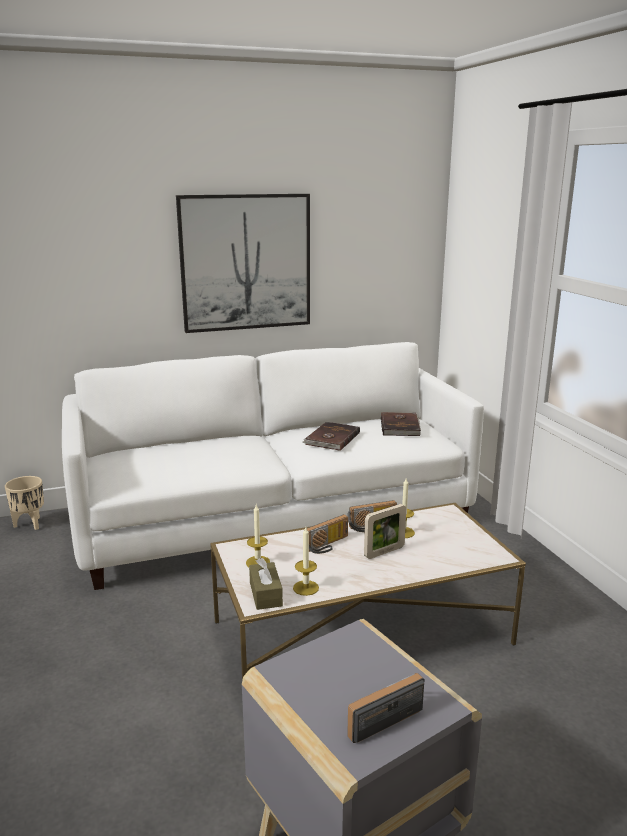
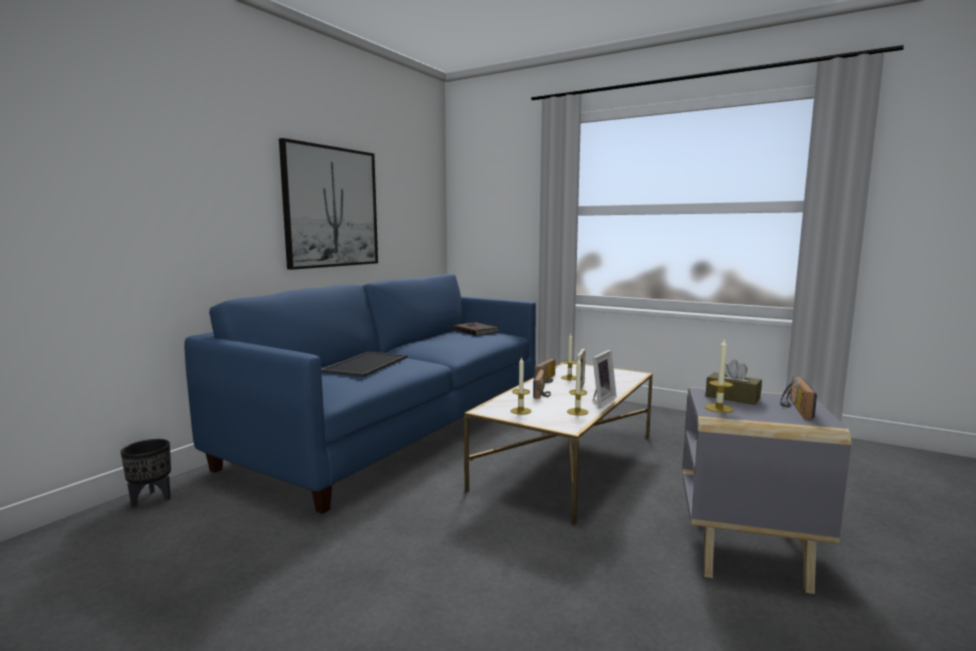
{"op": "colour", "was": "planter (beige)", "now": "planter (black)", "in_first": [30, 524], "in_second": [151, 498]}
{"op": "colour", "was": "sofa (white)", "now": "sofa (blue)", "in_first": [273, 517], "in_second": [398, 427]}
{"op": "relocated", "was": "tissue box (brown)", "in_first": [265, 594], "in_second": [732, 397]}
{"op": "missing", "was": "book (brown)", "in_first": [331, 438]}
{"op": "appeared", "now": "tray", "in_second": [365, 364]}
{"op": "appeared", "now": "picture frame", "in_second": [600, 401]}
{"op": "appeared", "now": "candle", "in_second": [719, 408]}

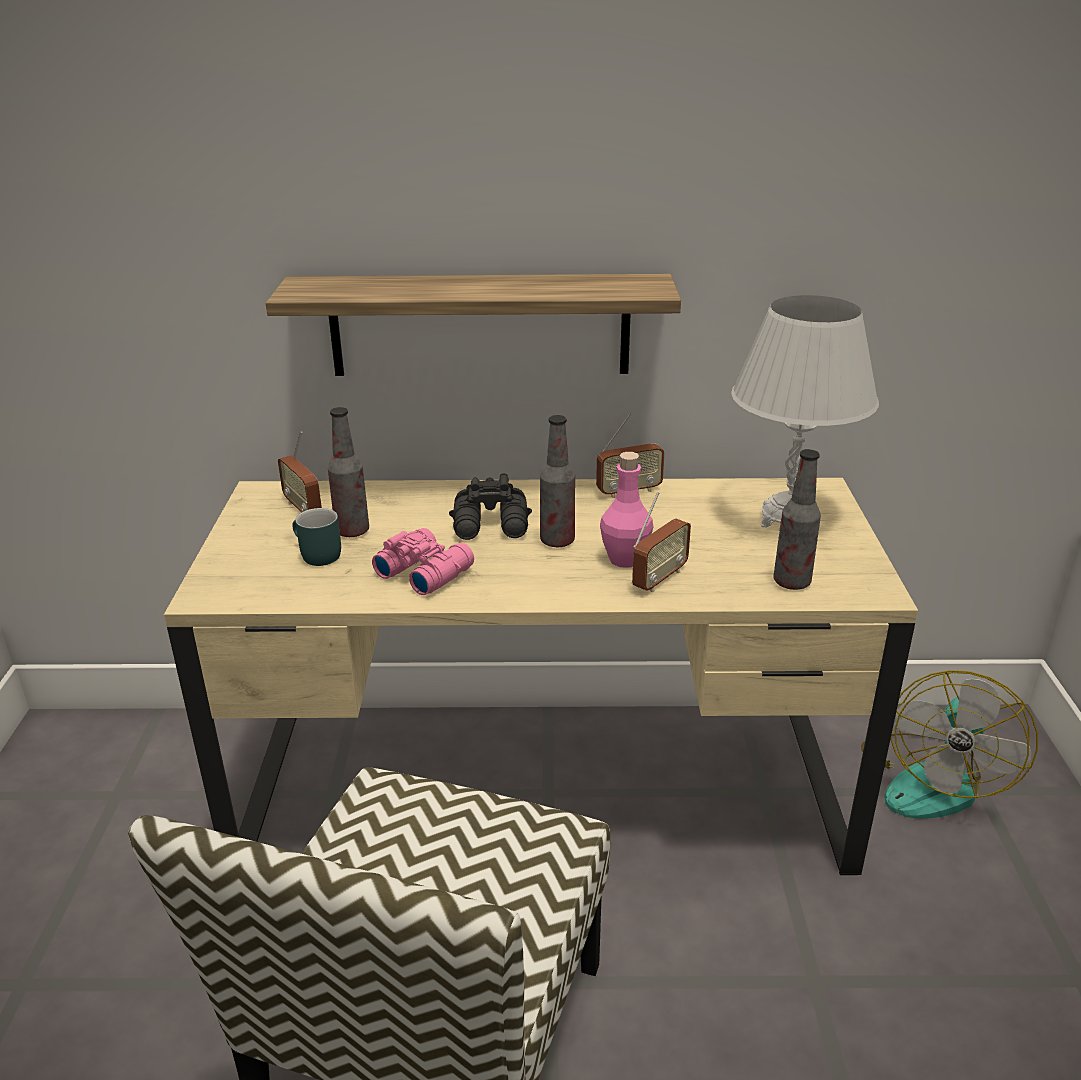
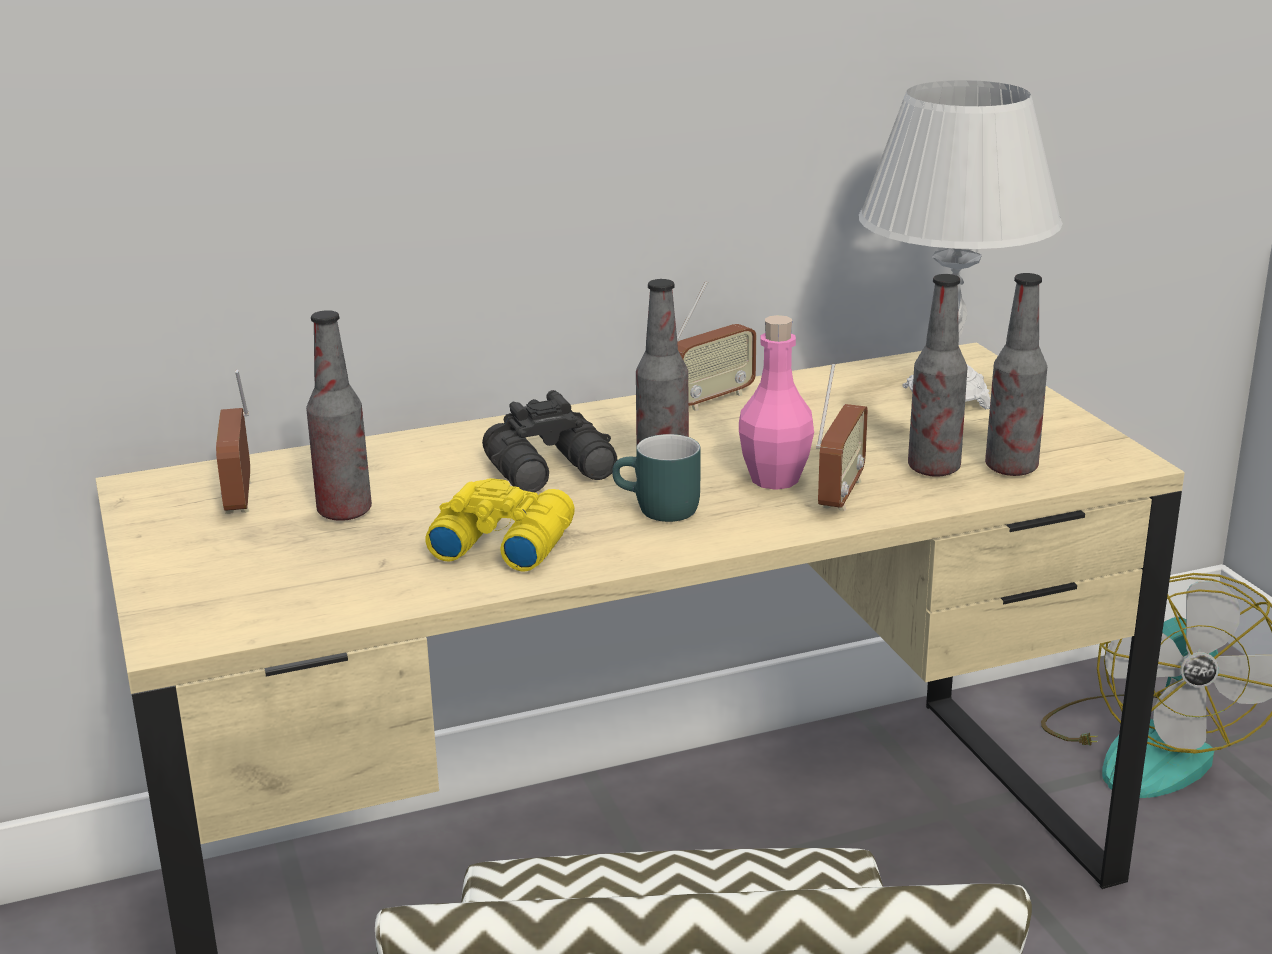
{"op": "missing", "was": "shelf", "in_first": [480, 325]}
{"op": "spun", "was": "radio", "in_first": [303, 509], "in_second": [240, 497], "clockwise": 45}
{"op": "relocated", "was": "mug (turquoise)", "in_first": [315, 556], "in_second": [657, 511]}
{"op": "colour", "was": "binoculars (pink)", "now": "binoculars (yellow)", "in_first": [424, 571], "in_second": [501, 542]}
{"op": "appeared", "now": "bottle", "in_second": [933, 469]}

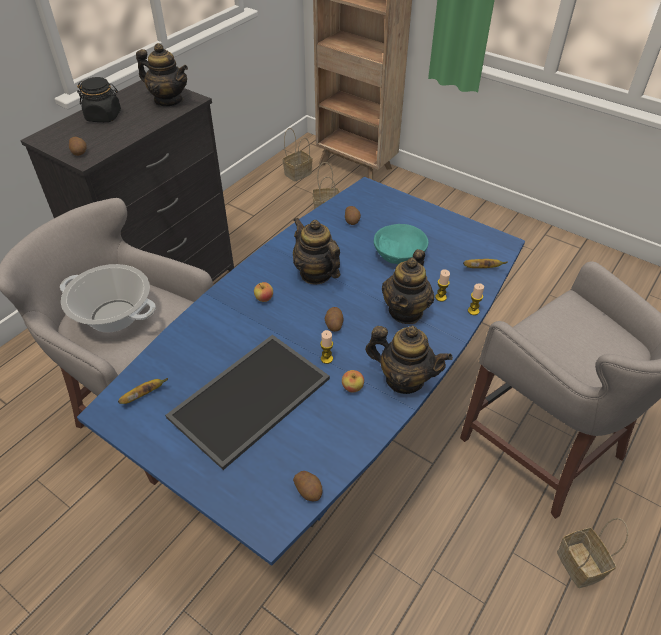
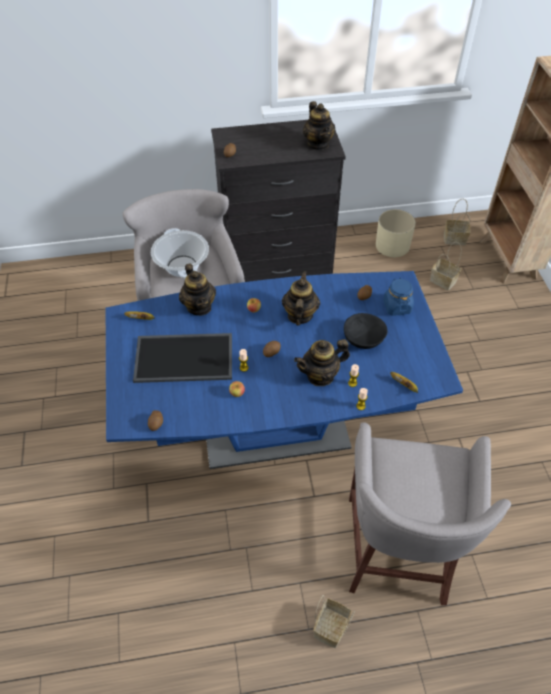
{"op": "missing", "was": "jar (black)", "in_first": [104, 116]}
{"op": "relocated", "was": "teapot", "in_first": [404, 379], "in_second": [199, 306]}
{"op": "colour", "was": "bowl (turquoise)", "now": "bowl (black)", "in_first": [400, 256], "in_second": [363, 340]}
{"op": "appeared", "now": "planter (beige)", "in_second": [392, 245]}
{"op": "appeared", "now": "jar (blue)", "in_second": [397, 306]}

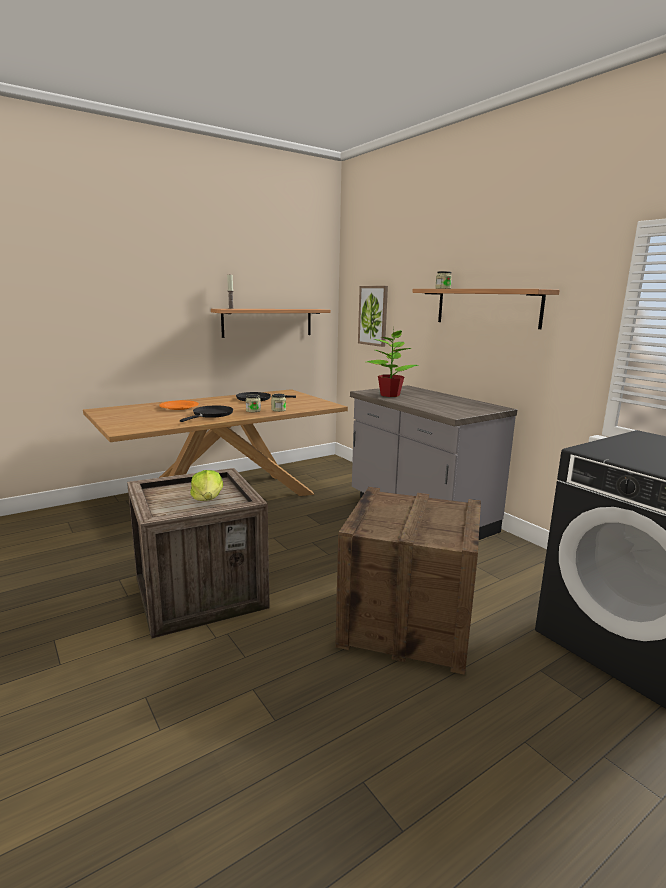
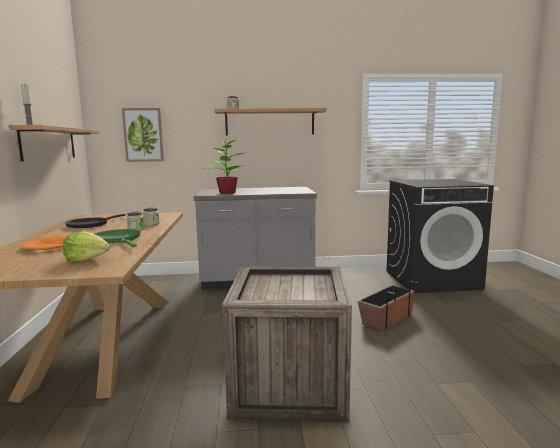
{"op": "colour", "was": "frying pan (black)", "now": "frying pan (green)", "in_first": [211, 415], "in_second": [118, 240]}
{"op": "relocated", "was": "lettuce", "in_first": [207, 499], "in_second": [87, 259]}
{"op": "exchanged", "was": "crate", "now": "planter", "in_first": [407, 623], "in_second": [386, 319]}

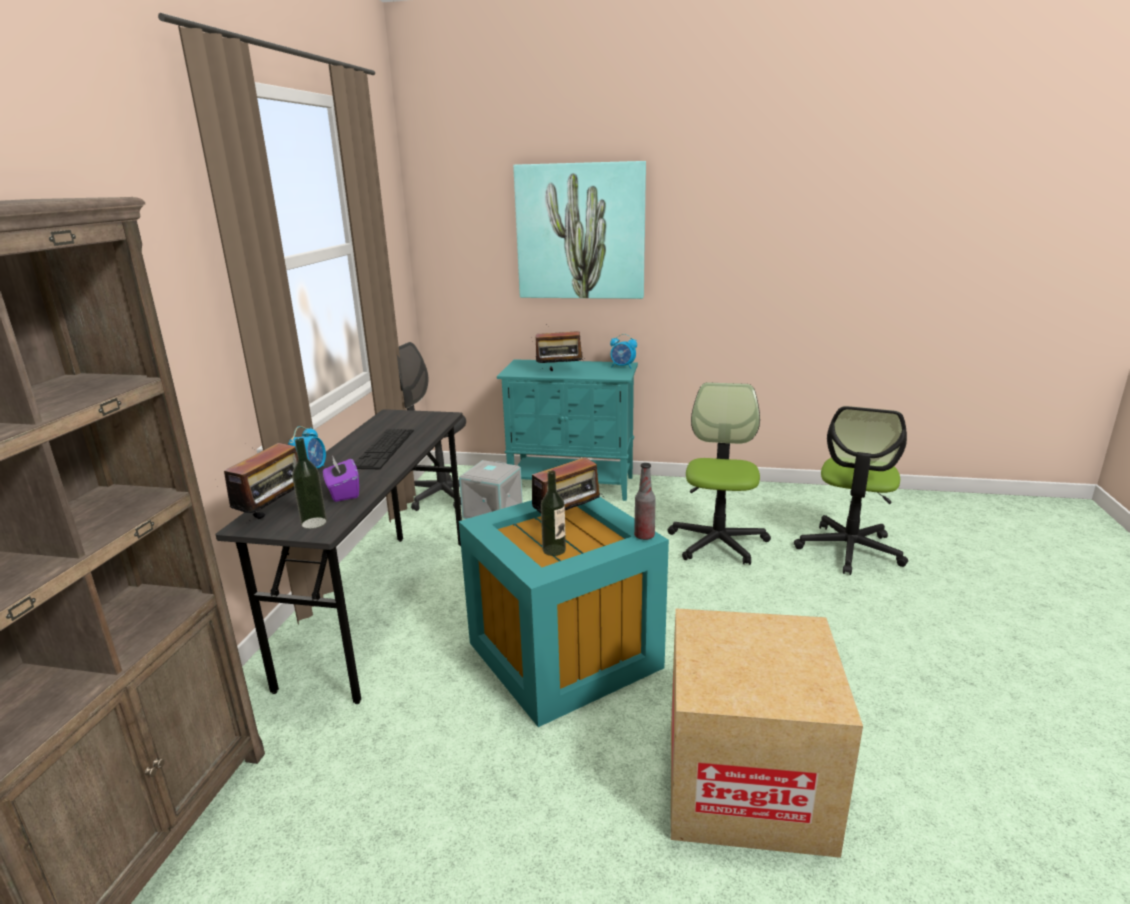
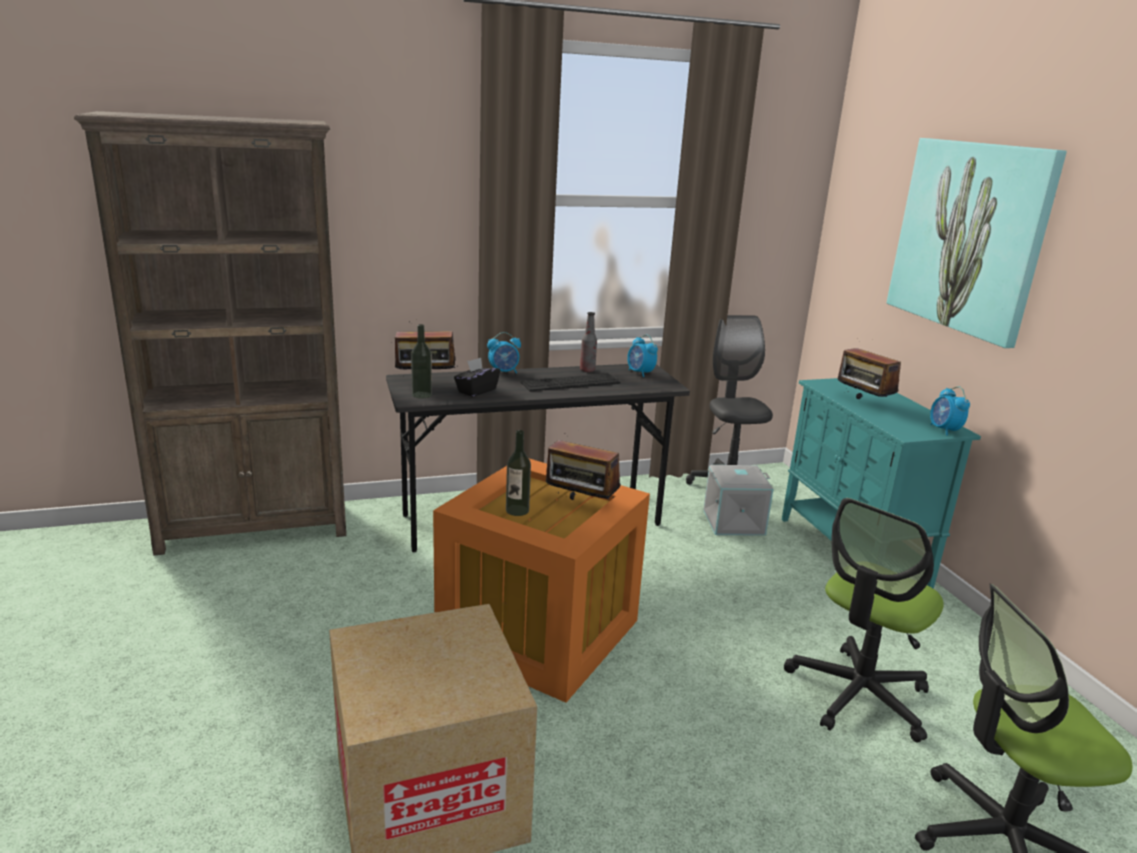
{"op": "colour", "was": "tissue box (purple)", "now": "tissue box (black)", "in_first": [343, 493], "in_second": [476, 391]}
{"op": "colour", "was": "storage box (turquoise)", "now": "storage box (orange)", "in_first": [564, 653], "in_second": [542, 632]}
{"op": "relocated", "was": "bottle", "in_first": [644, 536], "in_second": [587, 370]}
{"op": "spun", "was": "office chair", "in_first": [717, 542], "in_second": [858, 694], "clockwise": 150}
{"op": "appeared", "now": "alarm clock", "in_second": [640, 373]}

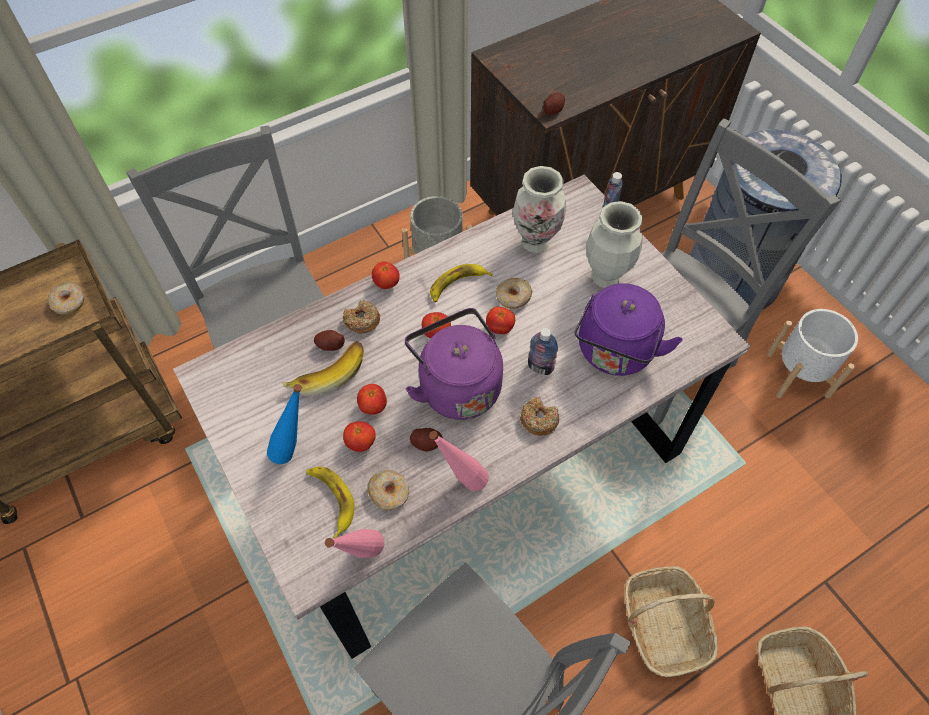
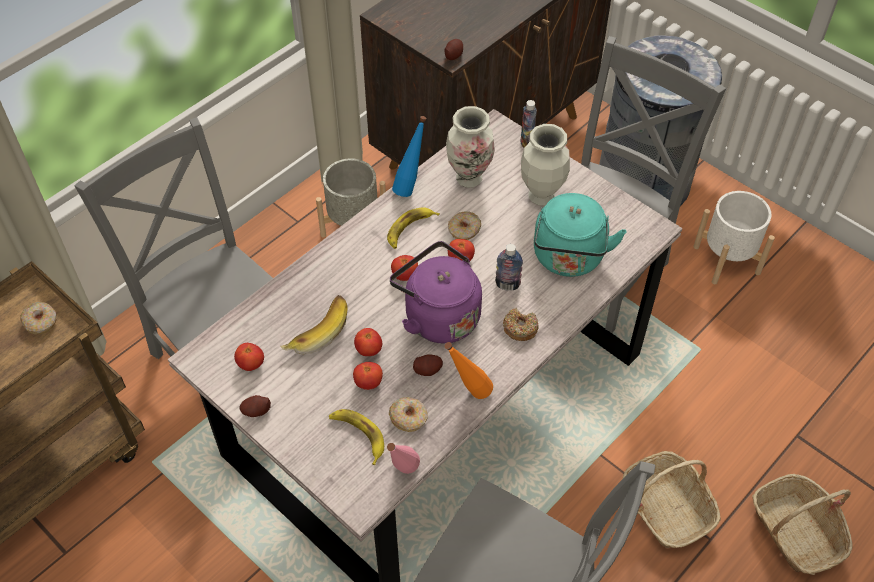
{"op": "relocated", "was": "bottle (blue)", "in_first": [294, 448], "in_second": [410, 187]}
{"op": "relocated", "was": "potato", "in_first": [330, 345], "in_second": [256, 411]}
{"op": "missing", "was": "donut", "in_first": [362, 321]}
{"op": "relocated", "was": "tomato", "in_first": [386, 283], "in_second": [251, 364]}
{"op": "colour", "was": "bottle (pink)", "now": "bottle (orange)", "in_first": [460, 481], "in_second": [468, 393]}
{"op": "colour", "was": "kettle (purple)", "now": "kettle (turquoise)", "in_first": [614, 353], "in_second": [568, 259]}

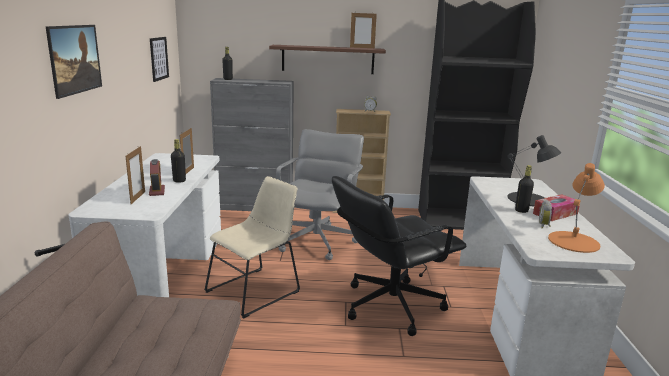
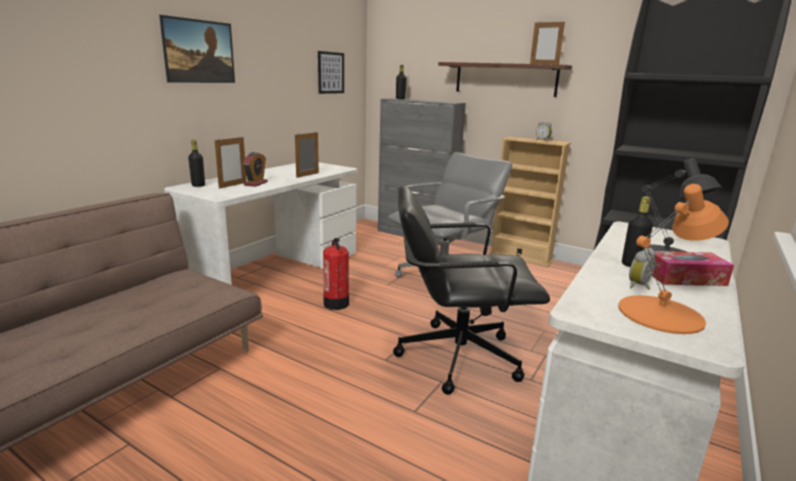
{"op": "relocated", "was": "bottle (black)", "in_first": [179, 181], "in_second": [198, 185]}
{"op": "exchanged", "was": "chair (beige)", "now": "fire extinguisher", "in_first": [256, 290], "in_second": [336, 303]}

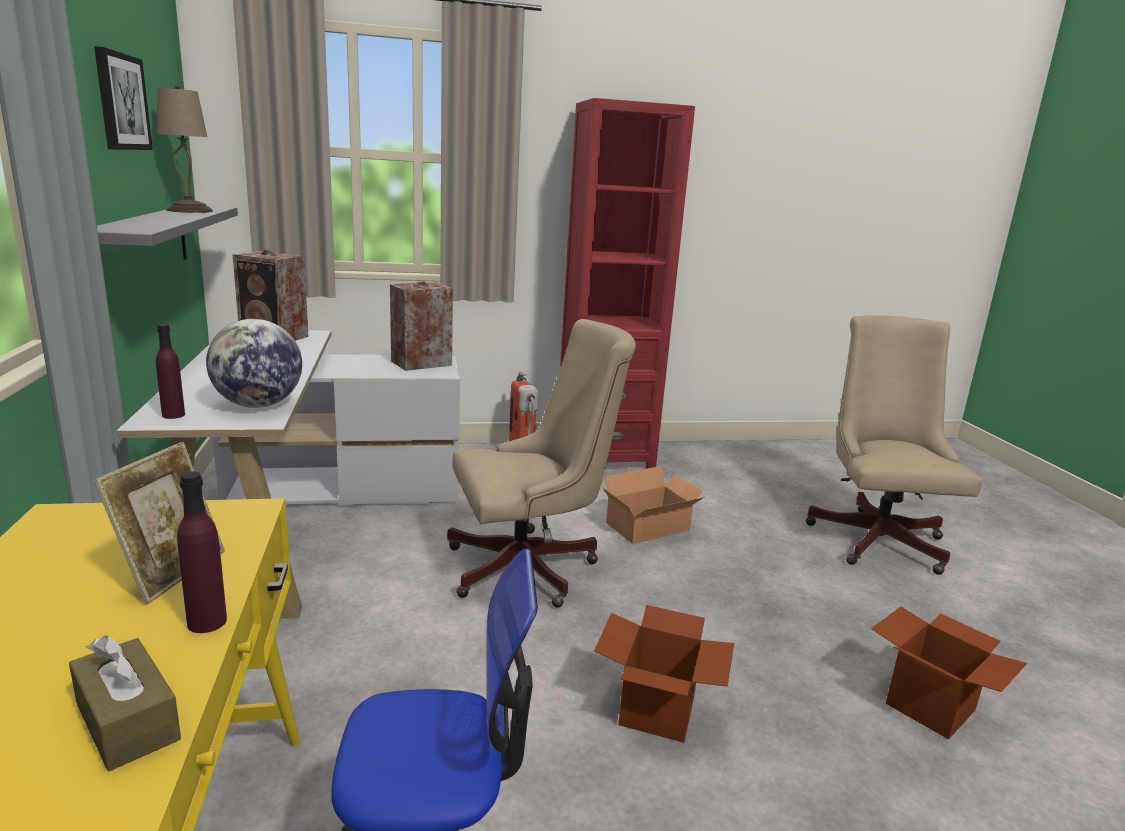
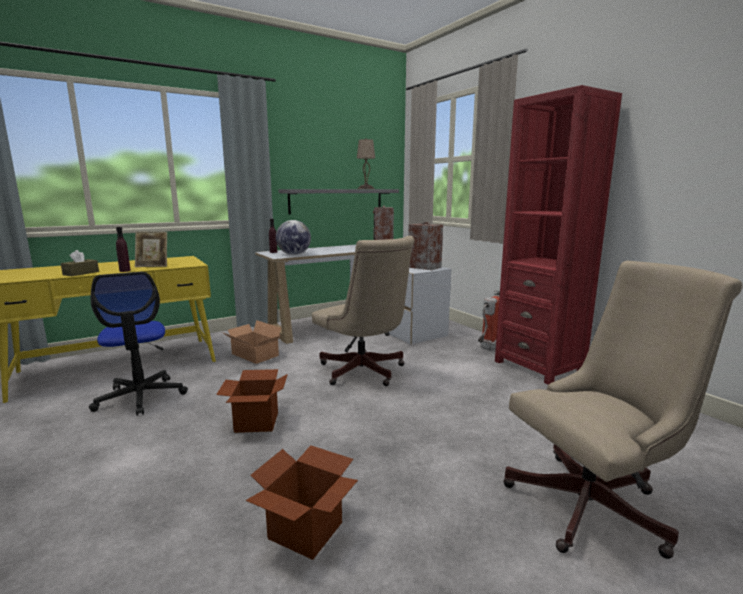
{"op": "missing", "was": "picture", "in_first": [121, 102]}
{"op": "relocated", "was": "cardboard box", "in_first": [651, 528], "in_second": [254, 355]}

